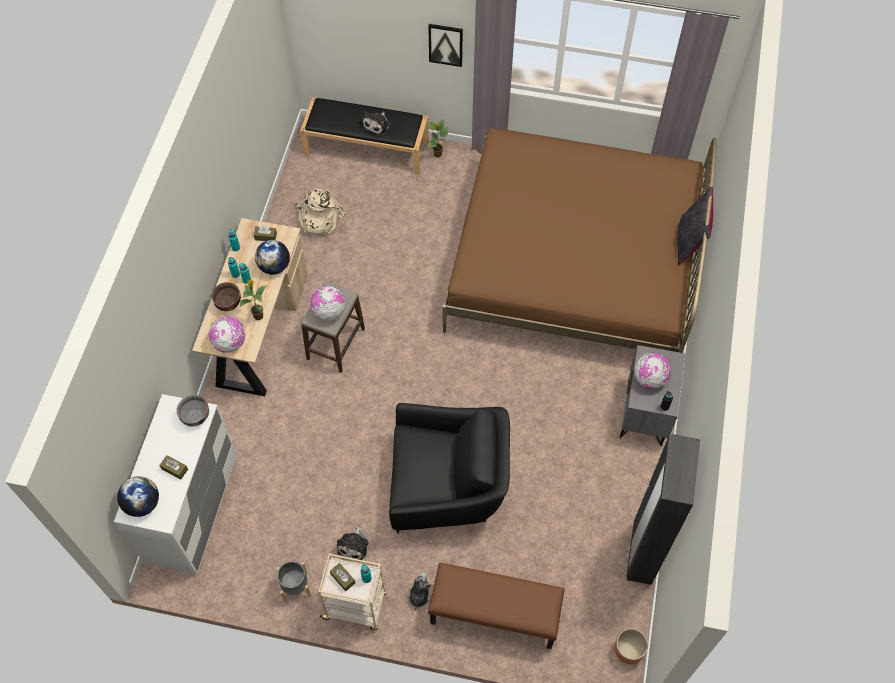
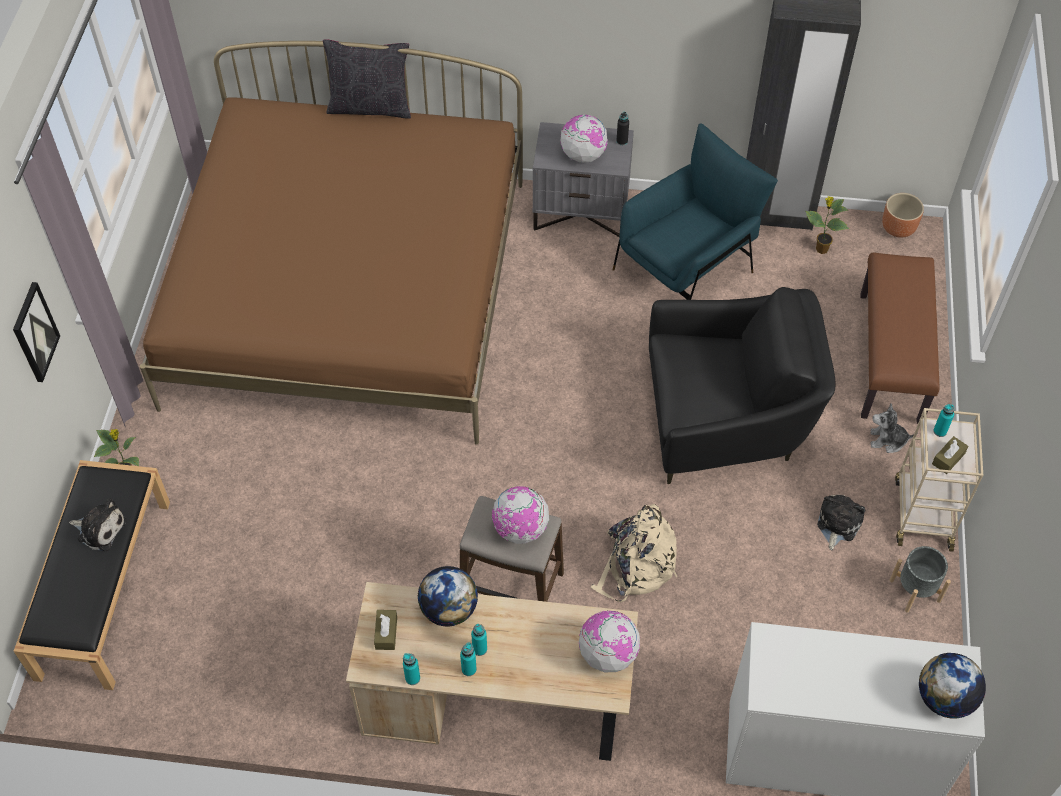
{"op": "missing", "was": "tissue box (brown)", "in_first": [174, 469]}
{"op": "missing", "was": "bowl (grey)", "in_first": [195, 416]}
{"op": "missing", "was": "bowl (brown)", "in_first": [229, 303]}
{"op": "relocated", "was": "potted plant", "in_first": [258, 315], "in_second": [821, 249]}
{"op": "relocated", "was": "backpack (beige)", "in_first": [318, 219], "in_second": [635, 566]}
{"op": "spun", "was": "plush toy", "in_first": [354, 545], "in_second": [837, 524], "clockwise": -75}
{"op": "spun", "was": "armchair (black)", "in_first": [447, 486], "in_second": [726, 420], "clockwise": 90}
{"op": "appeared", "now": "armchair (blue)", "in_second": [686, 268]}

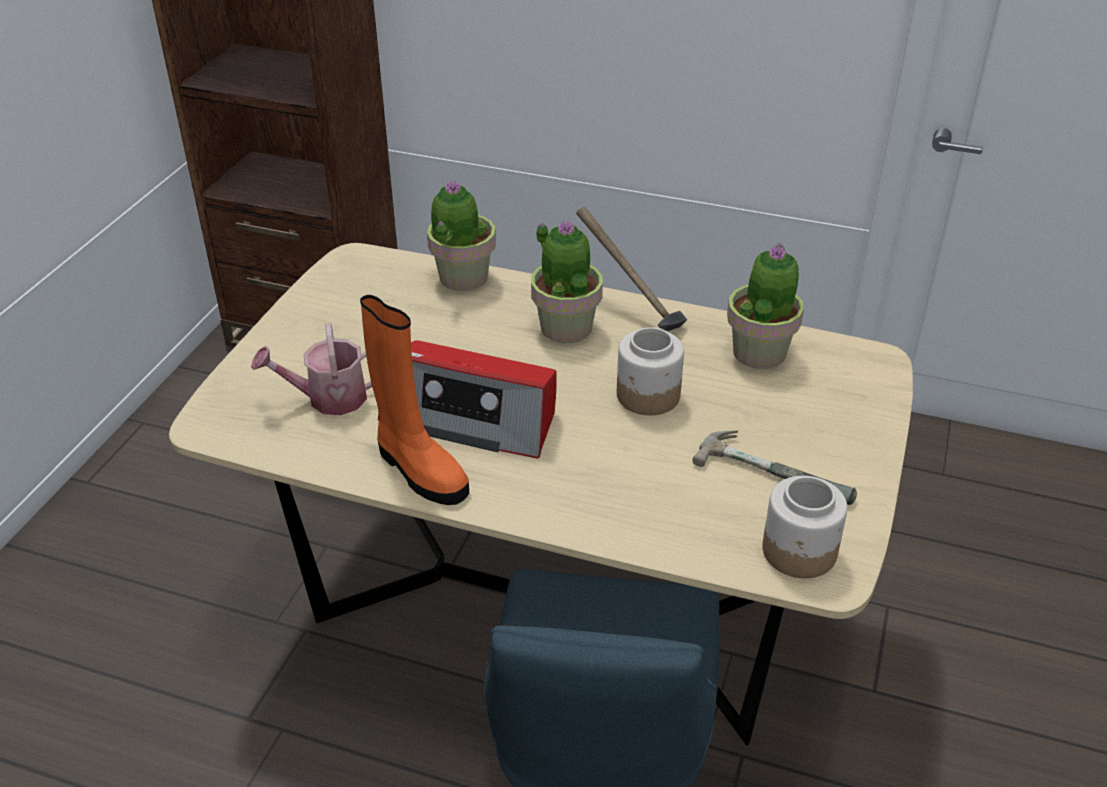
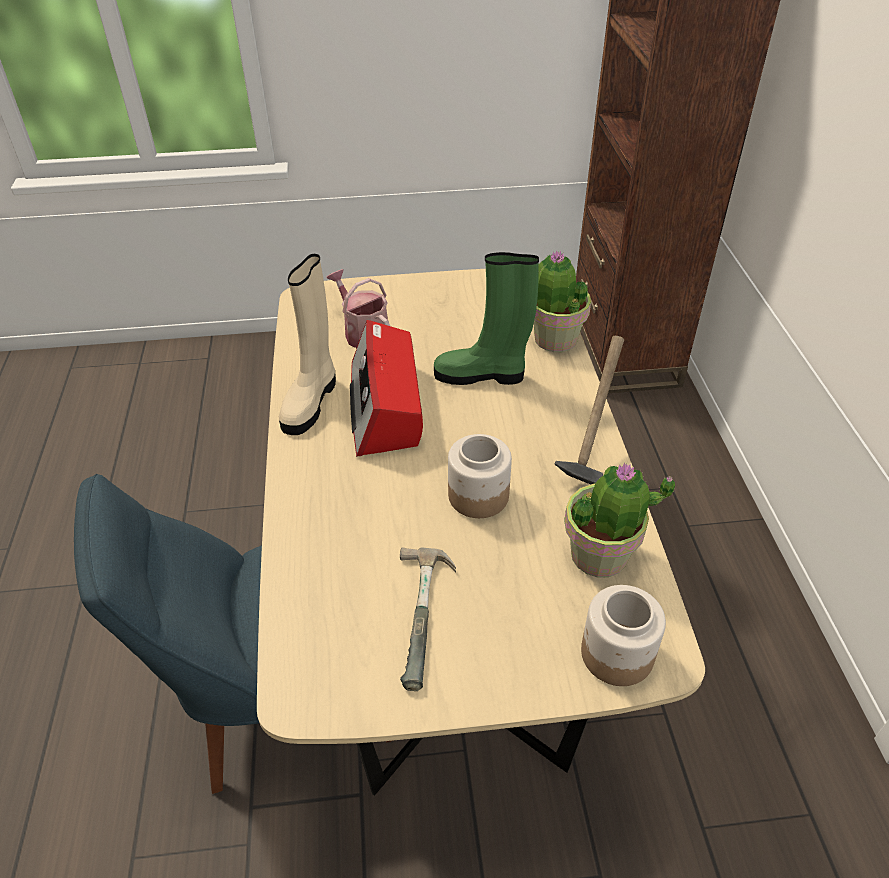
{"op": "colour", "was": "boot (orange)", "now": "boot (beige)", "in_first": [419, 470], "in_second": [311, 402]}
{"op": "missing", "was": "potted plant", "in_first": [566, 327]}
{"op": "relocated", "was": "jar", "in_first": [799, 552], "in_second": [616, 654]}
{"op": "appeared", "now": "boot (green)", "in_second": [482, 375]}

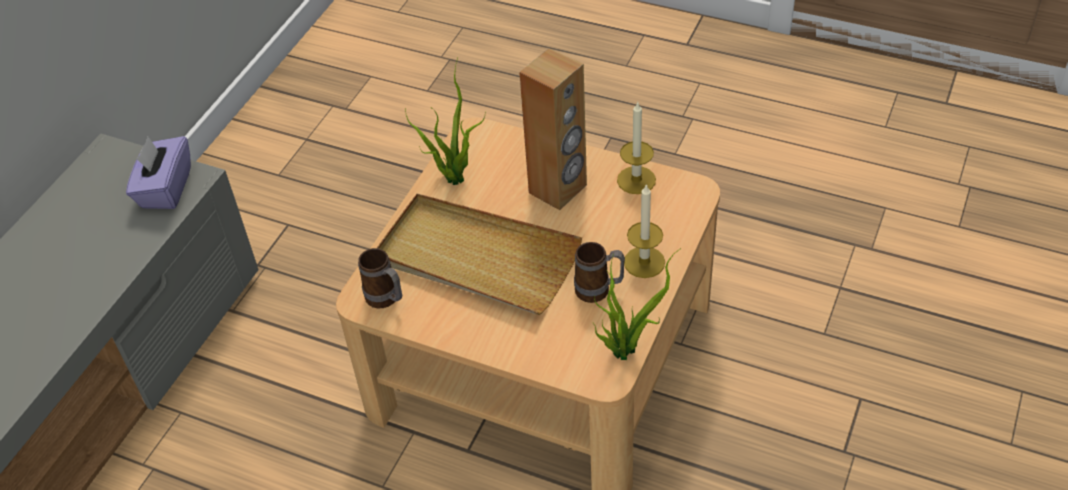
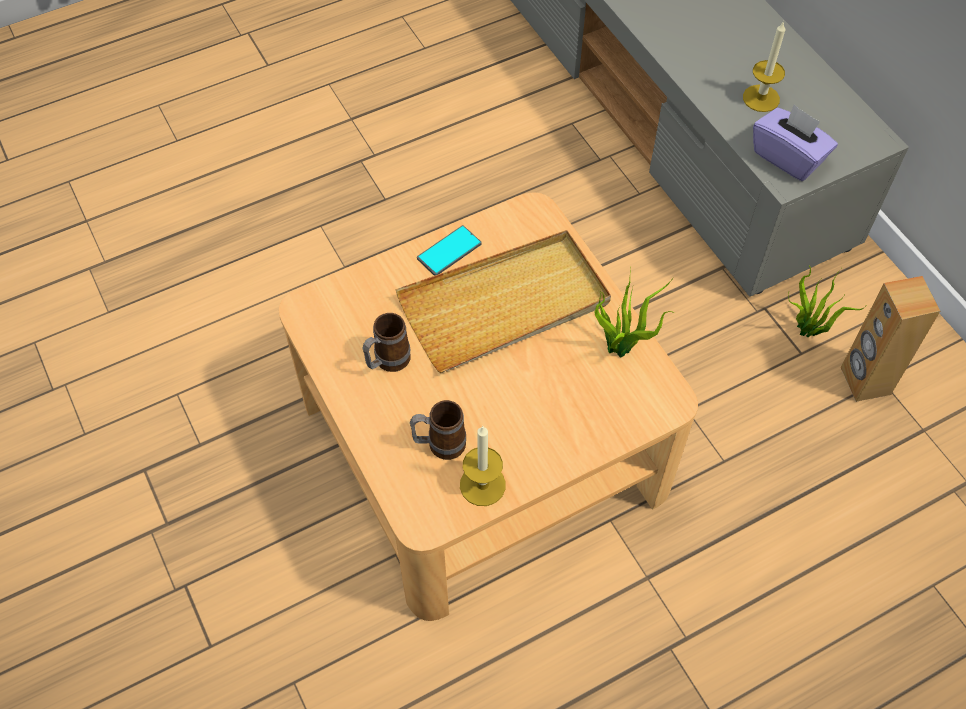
{"op": "relocated", "was": "mug", "in_first": [386, 300], "in_second": [439, 445]}
{"op": "relocated", "was": "speaker (brown)", "in_first": [558, 189], "in_second": [864, 381]}
{"op": "relocated", "was": "potted plant", "in_first": [625, 348], "in_second": [807, 332]}
{"op": "relocated", "was": "candle", "in_first": [644, 262], "in_second": [761, 98]}
{"op": "appeared", "now": "phone", "in_second": [449, 251]}

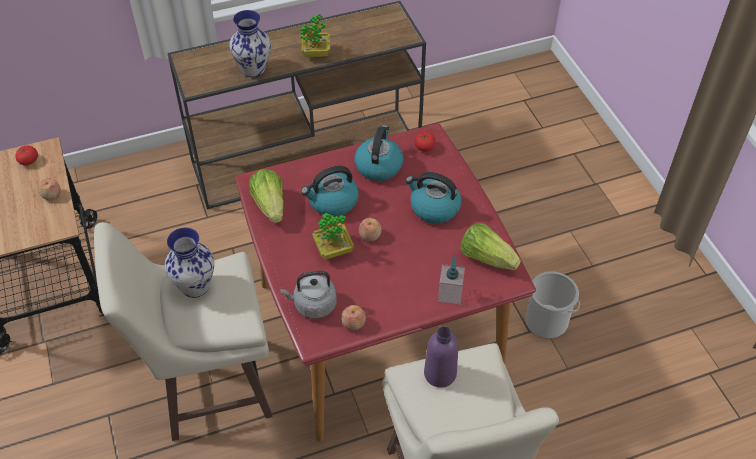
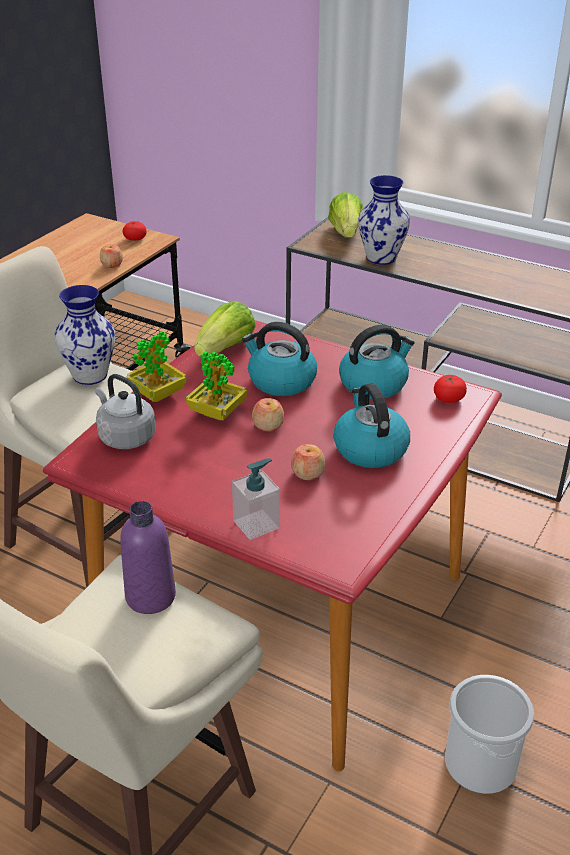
{"op": "relocated", "was": "potted plant", "in_first": [316, 53], "in_second": [158, 394]}
{"op": "relocated", "was": "apple", "in_first": [353, 323], "in_second": [307, 473]}
{"op": "relocated", "was": "lettuce", "in_first": [486, 257], "in_second": [346, 232]}

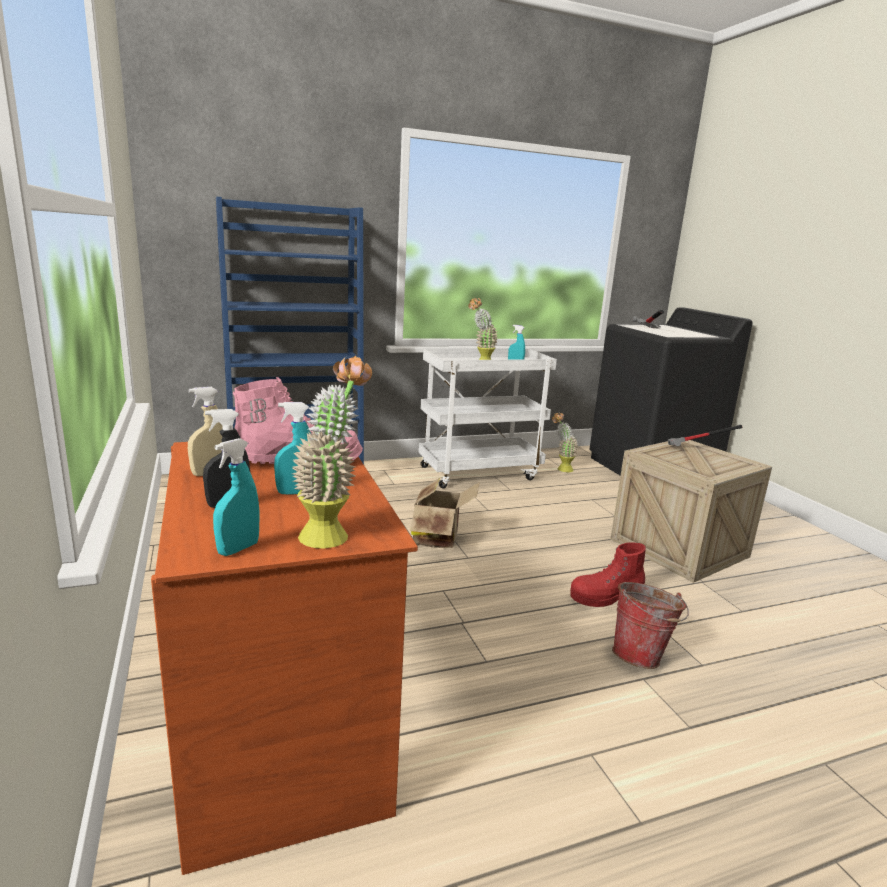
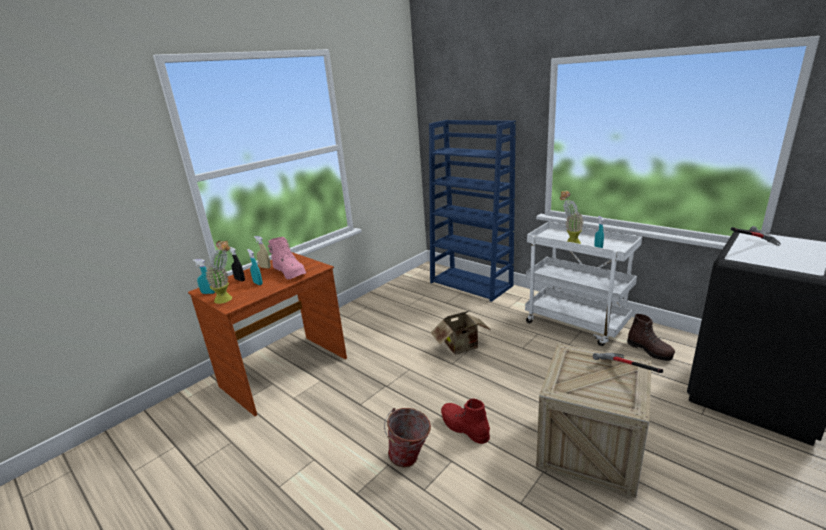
{"op": "exchanged", "was": "potted plant", "now": "boot (brown)", "in_first": [560, 469], "in_second": [650, 350]}

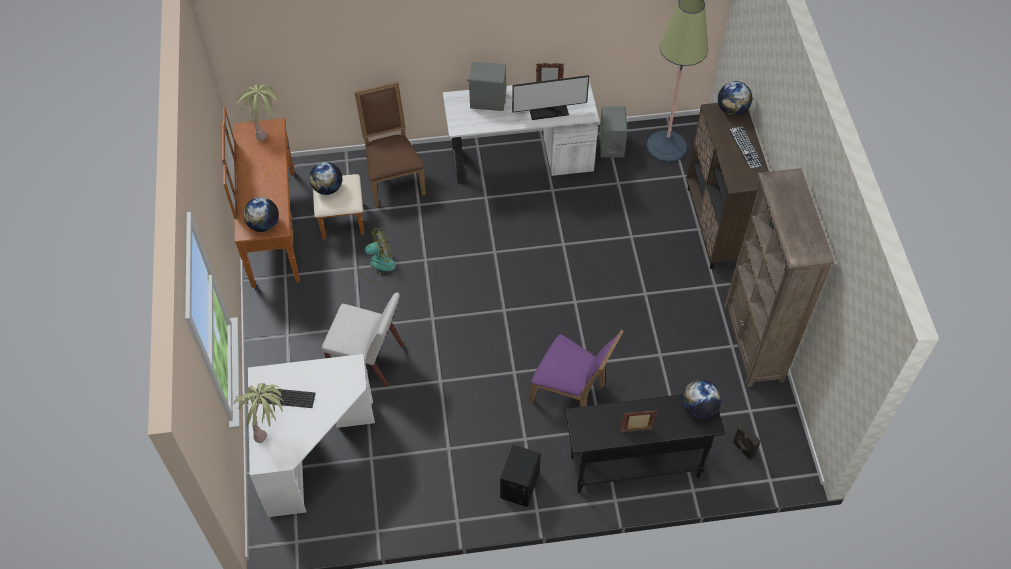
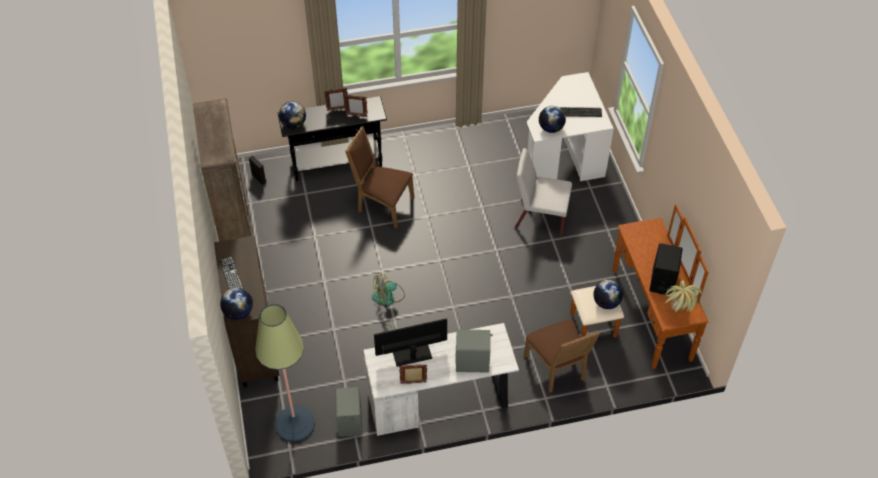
{"op": "missing", "was": "potted plant", "in_first": [268, 425]}
{"op": "relocated", "was": "globe", "in_first": [263, 224], "in_second": [551, 128]}
{"op": "relocated", "was": "fan", "in_first": [376, 264], "in_second": [388, 296]}
{"op": "relocated", "was": "speaker (black)", "in_first": [520, 486], "in_second": [662, 281]}
{"op": "colour", "was": "chair (purple)", "now": "chair (brown)", "in_first": [572, 393], "in_second": [382, 205]}
{"op": "appeared", "now": "picture frame", "in_second": [356, 115]}

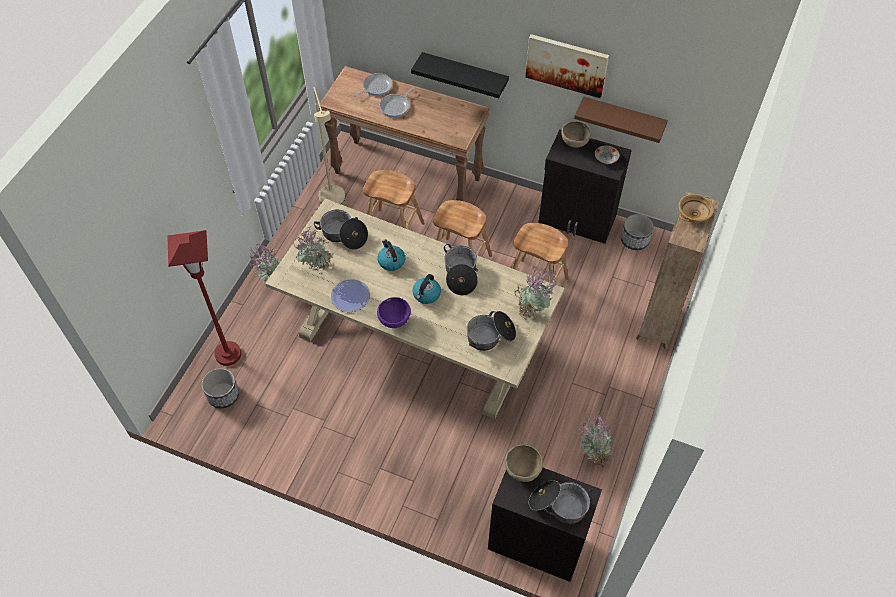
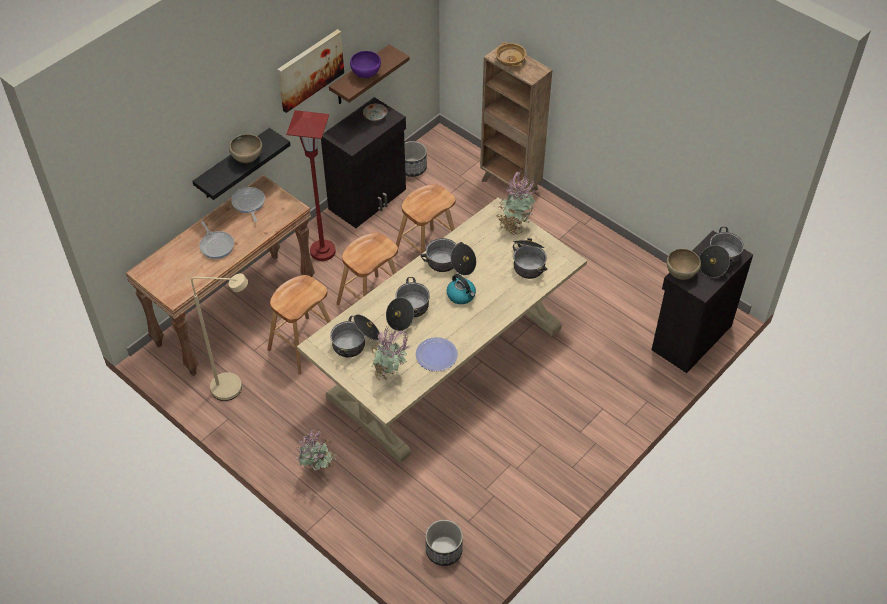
{"op": "relocated", "was": "floor lamp (red)", "in_first": [228, 354], "in_second": [322, 251]}
{"op": "relocated", "was": "frying pan", "in_first": [375, 87], "in_second": [248, 204]}
{"op": "relocated", "was": "bowl (purple)", "in_first": [395, 321], "in_second": [366, 75]}
{"op": "exchanged", "was": "kettle", "now": "cooking pot", "in_first": [391, 261], "in_second": [408, 312]}
{"op": "relocated", "was": "bowl (brown)", "in_first": [574, 144], "in_second": [248, 159]}
{"op": "missing", "was": "potted plant", "in_first": [592, 455]}

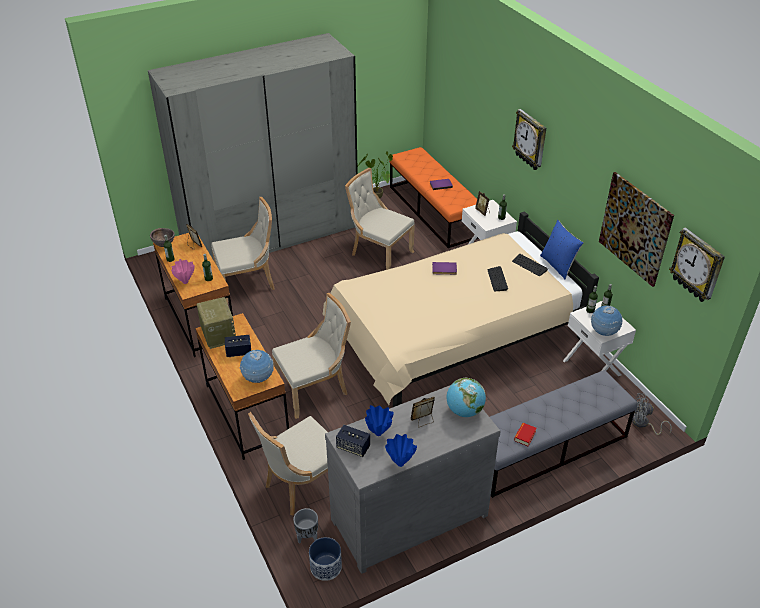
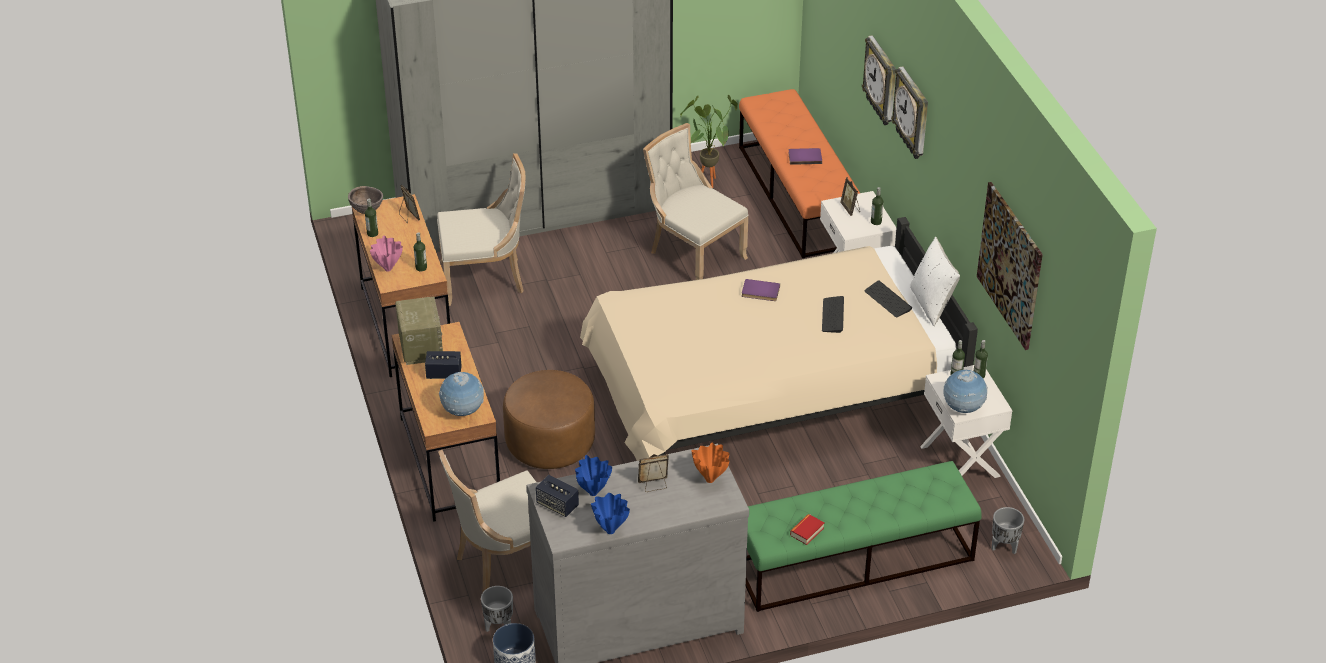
{"op": "exchanged", "was": "chair (beige)", "now": "ottoman (brown)", "in_first": [315, 389], "in_second": [550, 442]}
{"op": "exchanged", "was": "globe", "now": "vase (orange)", "in_first": [464, 411], "in_second": [710, 480]}
{"op": "colour", "was": "bench (grey)", "now": "bench (green)", "in_first": [546, 448], "in_second": [853, 561]}
{"op": "colour", "was": "pillow (blue)", "now": "pillow (white)", "in_first": [558, 265], "in_second": [932, 304]}
{"op": "exchanged", "was": "fan (grey)", "now": "planter (grey)", "in_first": [643, 424], "in_second": [1004, 547]}
{"op": "relocated", "was": "wall clock", "in_first": [697, 265], "in_second": [882, 81]}

